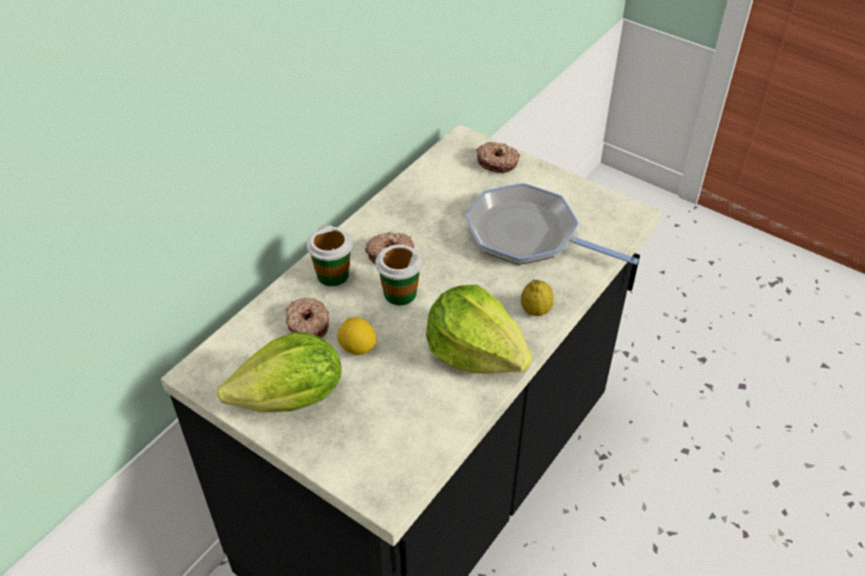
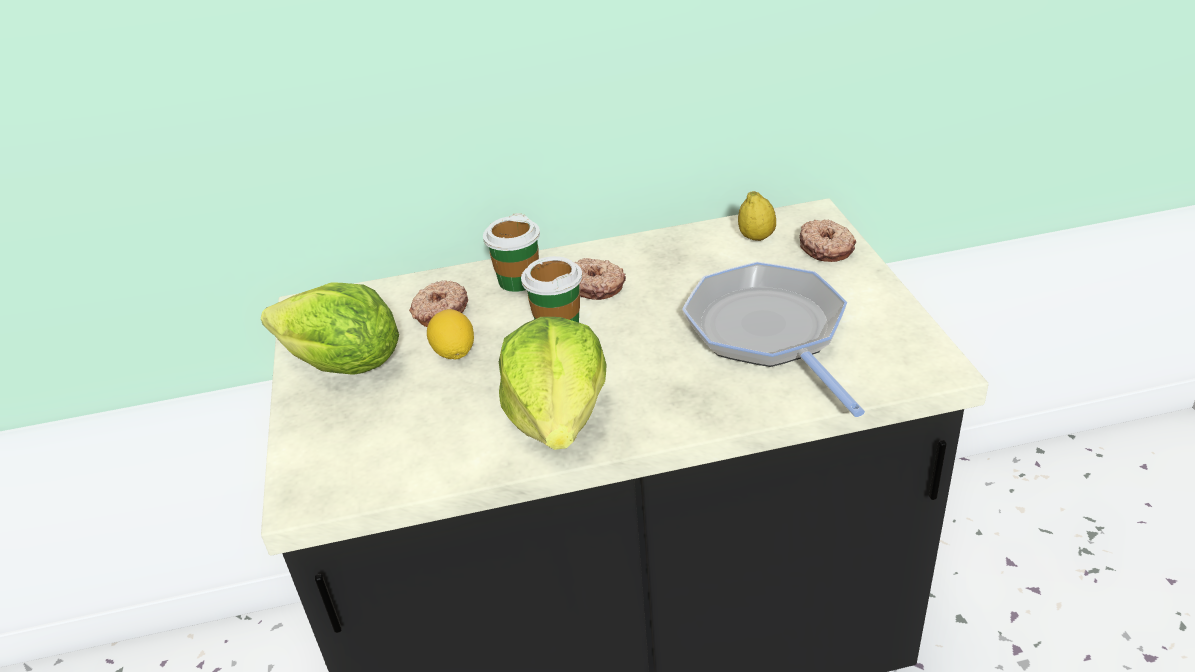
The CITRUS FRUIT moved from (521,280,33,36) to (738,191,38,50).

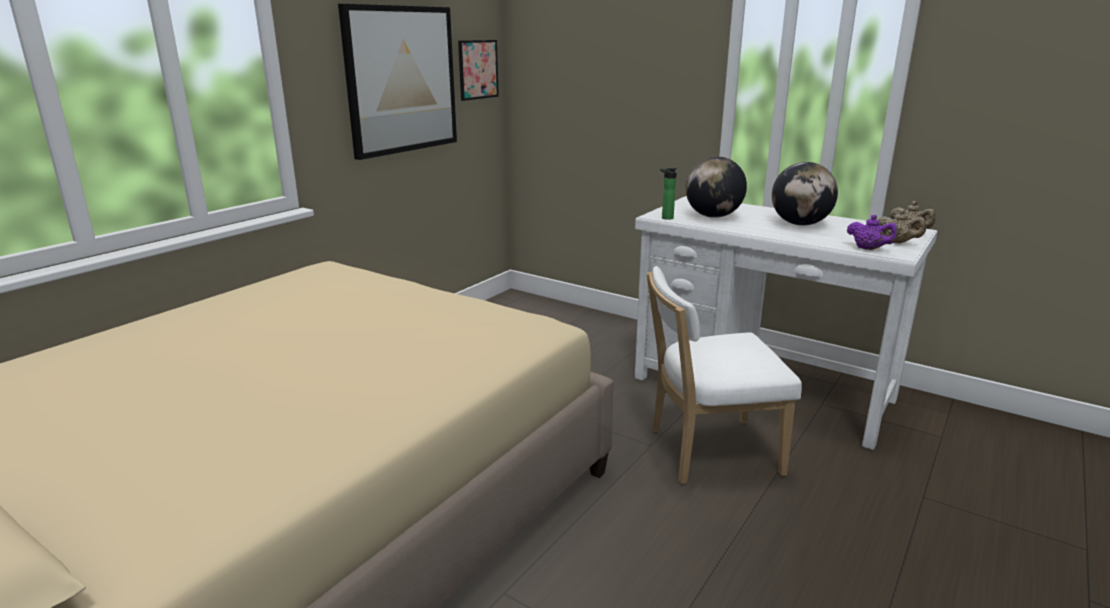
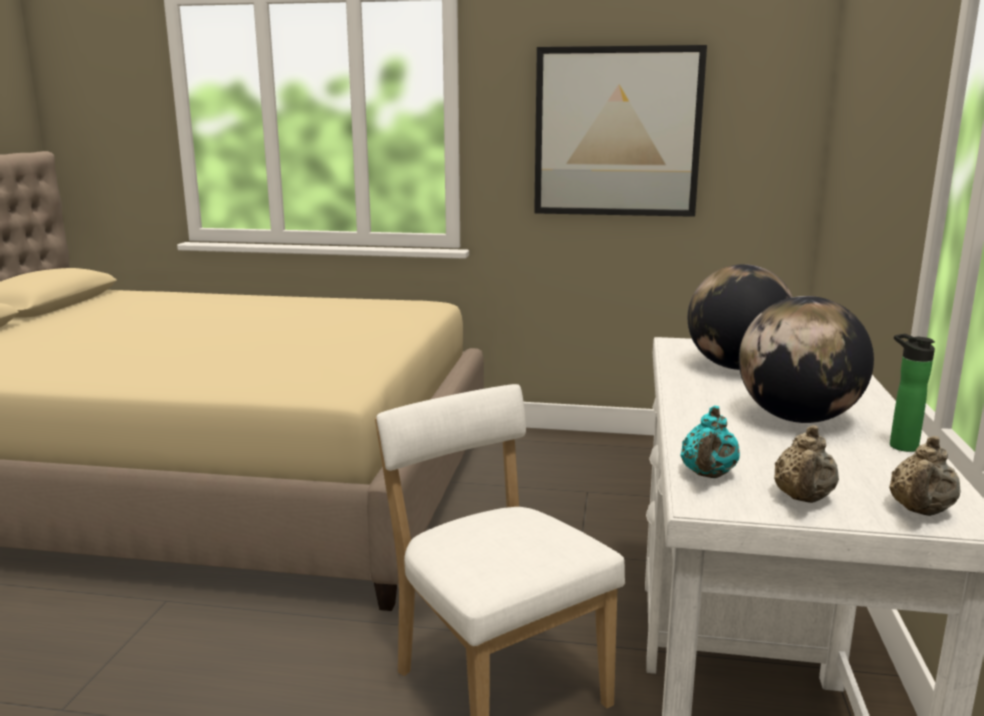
The WALL ART at (458,40,41,61) disappeared.
The BOTTLE moved from (660,168,17,52) to (890,334,45,118).
The PURPLE TEA POT at (847,215,51,35) became the BLUE-GREEN TEA POT at (680,406,60,72).

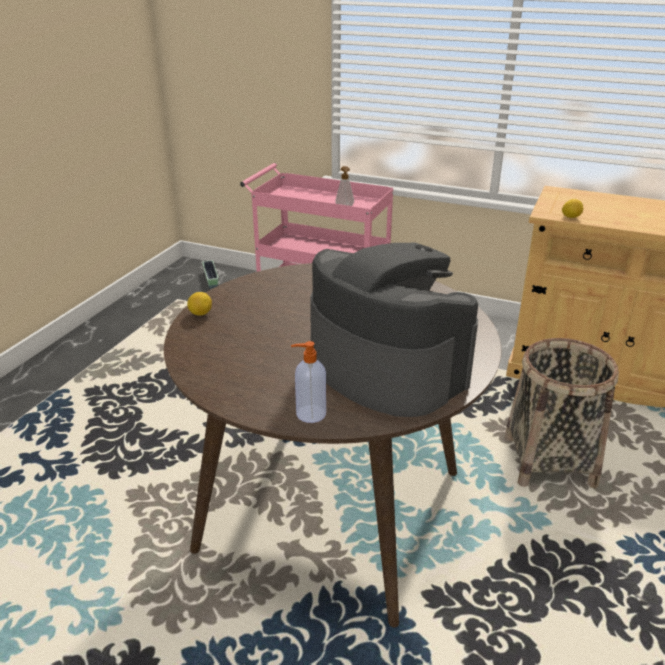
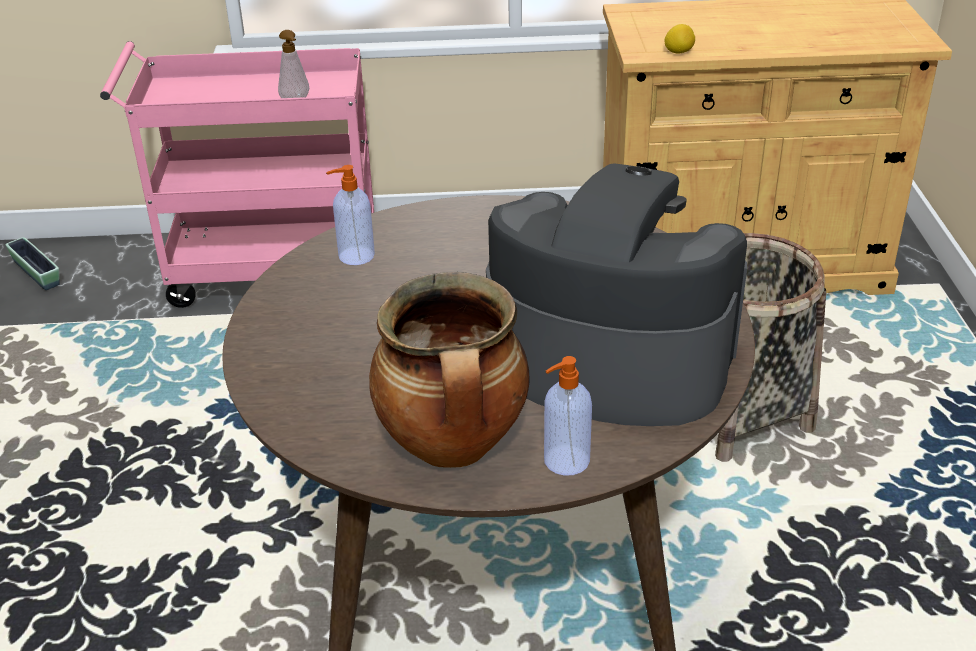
The CITRUS FRUIT at (187,292,25,24) disappeared.
The SOAP DISPENSER at (326,165,49,100) appeared.
The SAUCEPOT at (369,272,161,196) appeared.

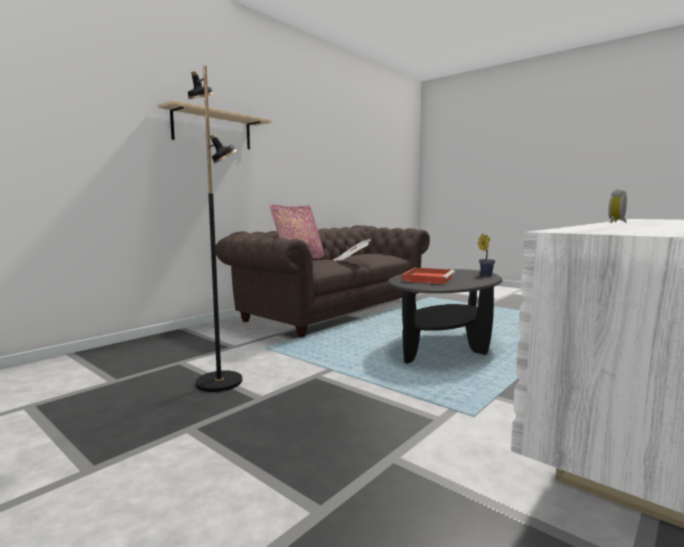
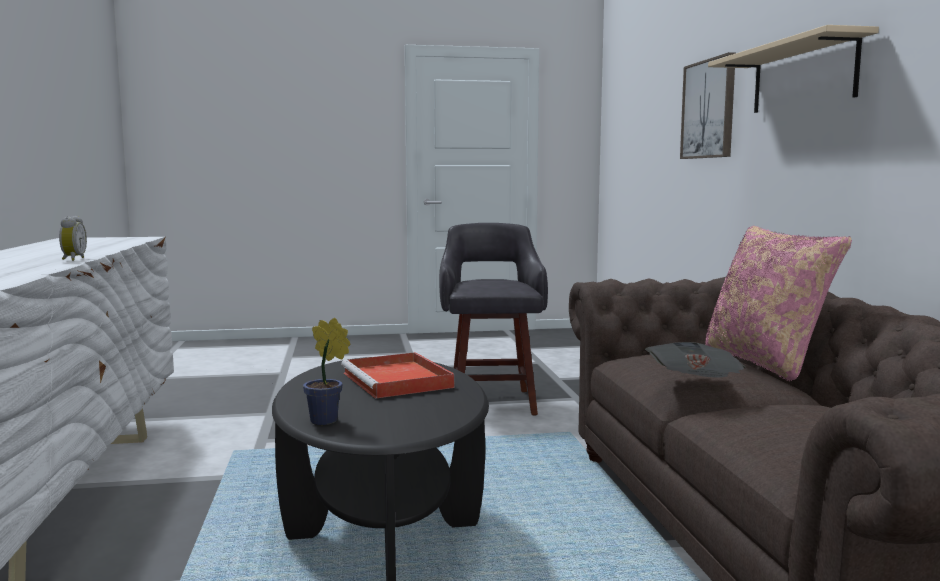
The BLACK-COLOURED STANDARD LAMP at (188,65,54,327) was replaced by the GREYISH STOOL at (439,223,109,193).
The WALL ART at (680,52,56,107) appeared.

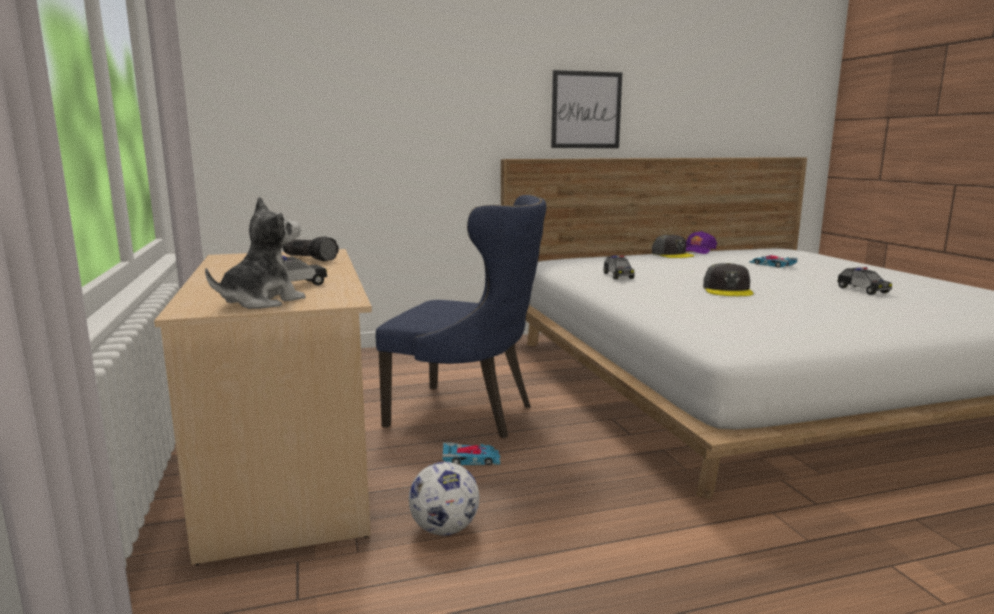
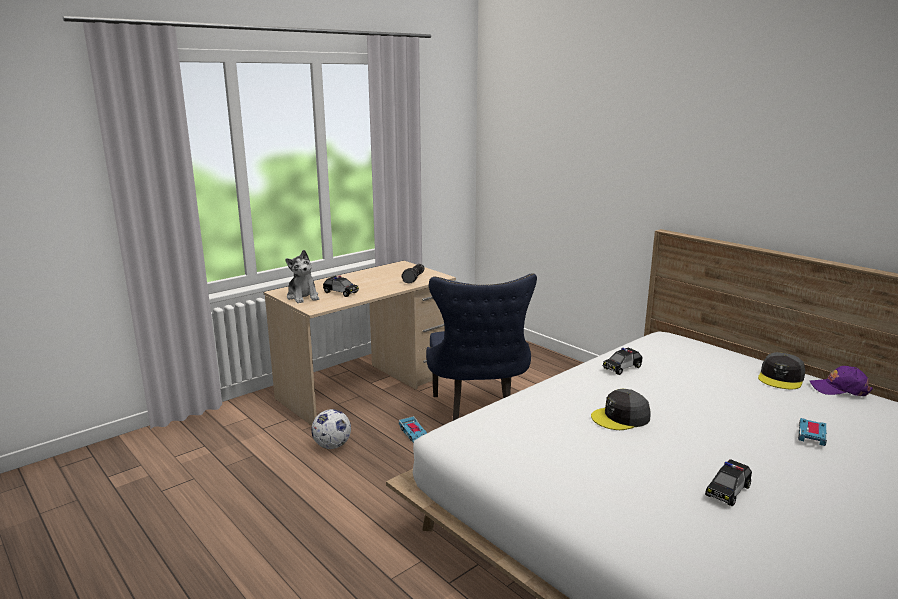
The PLUSH TOY at (205,197,101,112) turned 45 degrees clockwise.
The WALL ART at (551,70,71,78) disappeared.

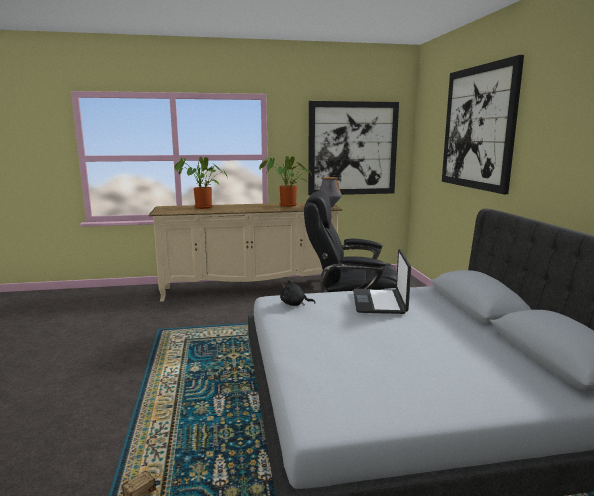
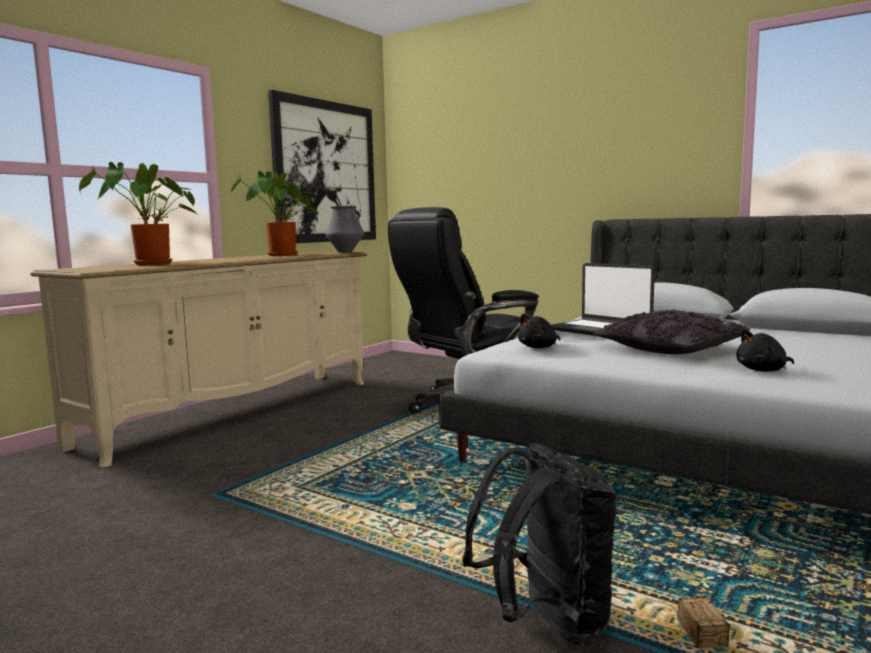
The WALL ART at (442,55,82,139) disappeared.
The BLACK-COLOURED RUCKSACK at (462,443,155,202) appeared.
The BLACK-COLOURED THROW PILLOW at (593,309,157,45) appeared.
The BLACK-COLOURED PLUSH TOY at (736,329,58,43) appeared.

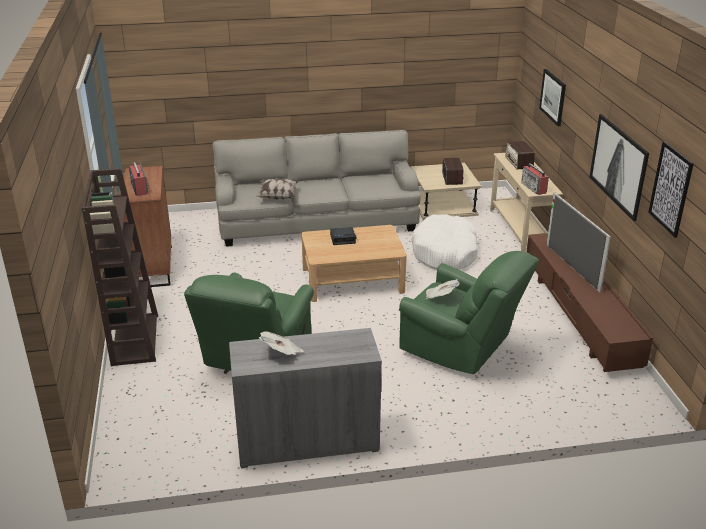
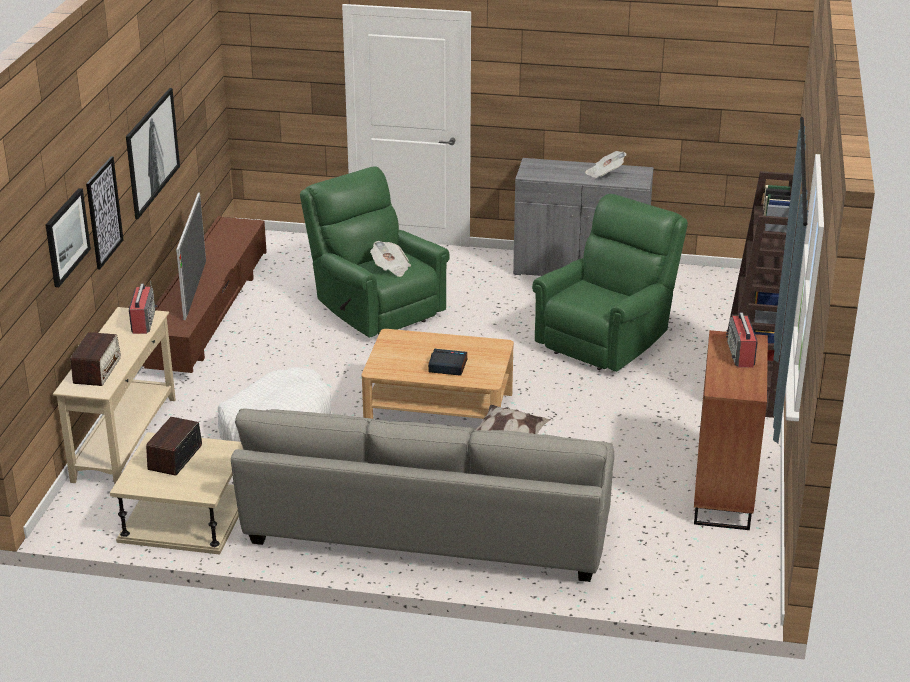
The WALL ART moved from (648,141,46,97) to (86,156,38,114).

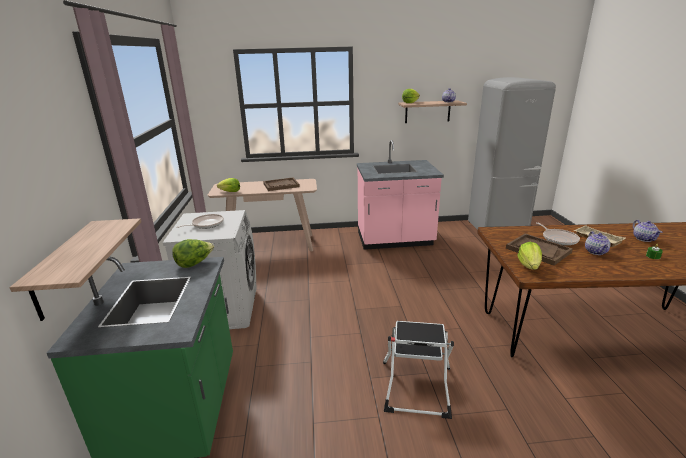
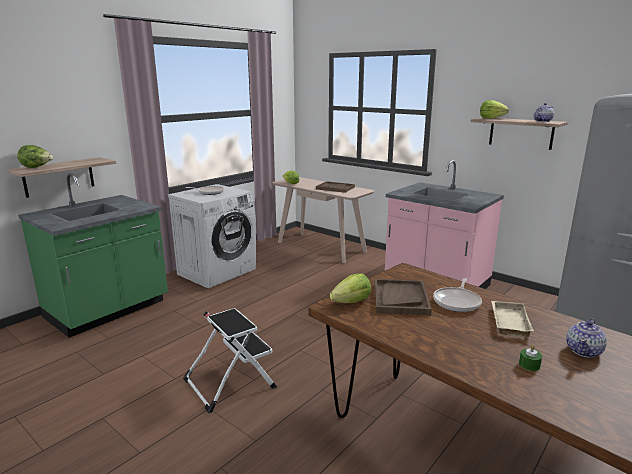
The LETTUCE moved from (172,239,42,29) to (17,145,36,23).
The TEA POT at (585,231,25,24) disappeared.

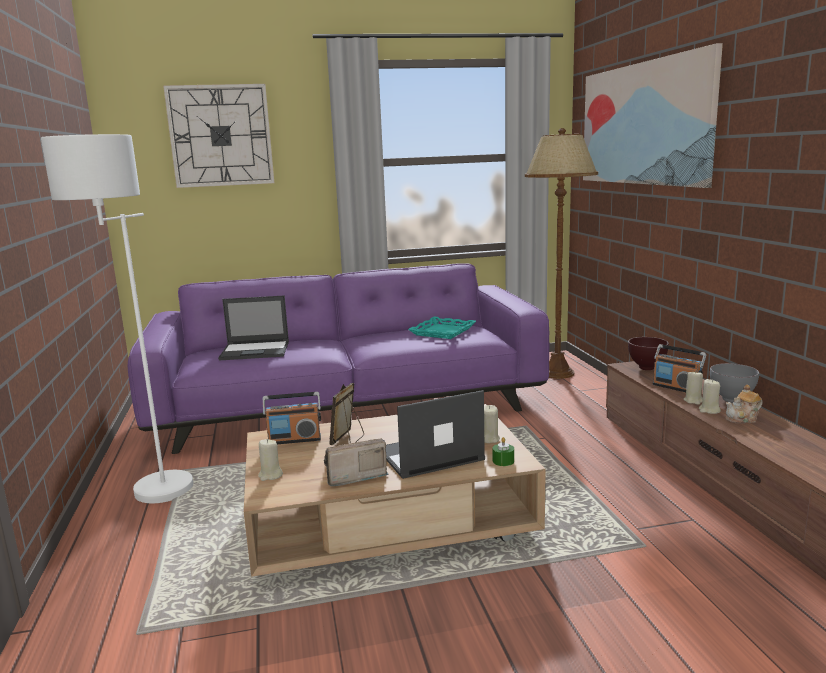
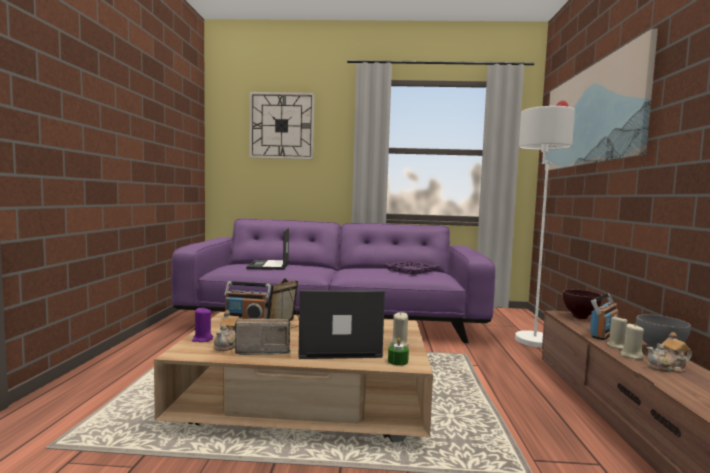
The WHITE-COLOURED STANDARD LAMP moved from (41,134,152,369) to (515,106,60,242).
The LAPTOP at (218,295,71,65) turned 75 degrees clockwise.
The BEIGE CANDLE at (258,439,25,42) became the PURPLE CANDLE at (192,307,21,35).
The BLUE-GREEN CARRYING TRAY at (408,316,68,23) became the PURPLE CARRYING TRAY at (383,260,56,15).
The BROWN STANDARD LAMP at (525,128,73,251) disappeared.
The RADIO at (653,344,53,48) turned 105 degrees counterclockwise.
The TEA POT at (214,310,25,41) appeared.

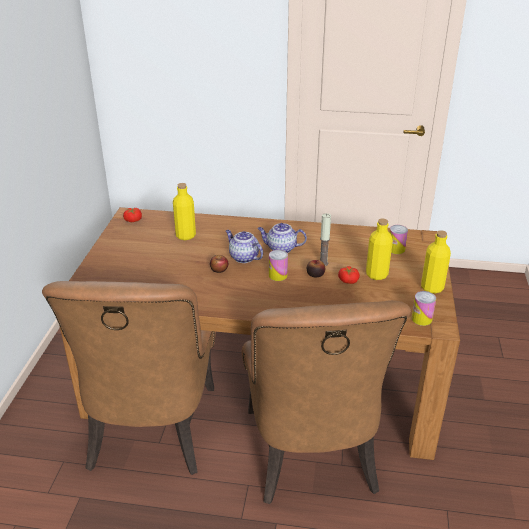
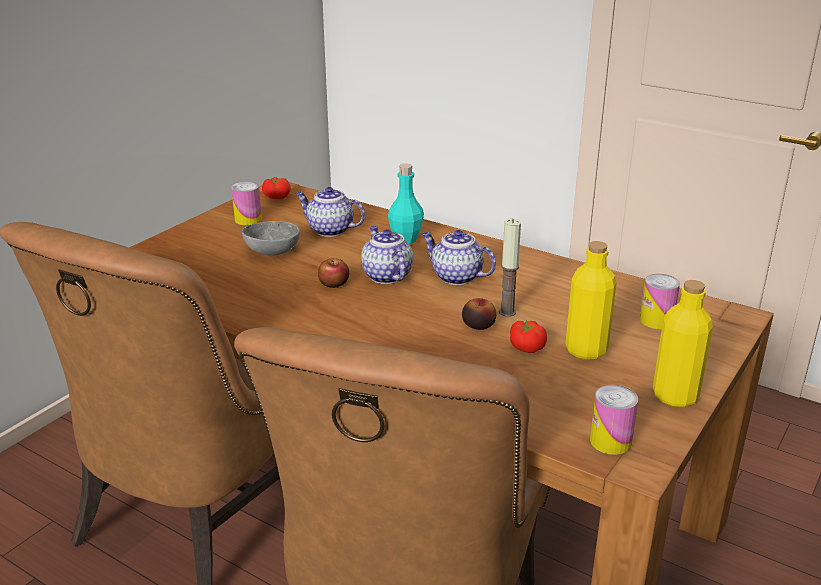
The YELLOW BOTTLE at (173,183,23,57) was replaced by the TEA POT at (295,187,70,50).
The CAN moved from (269,250,19,31) to (231,181,31,44).
The GREYISH SERVING BOWL at (242,221,58,34) appeared.
The BLUE-GREEN BOTTLE at (388,163,36,81) appeared.

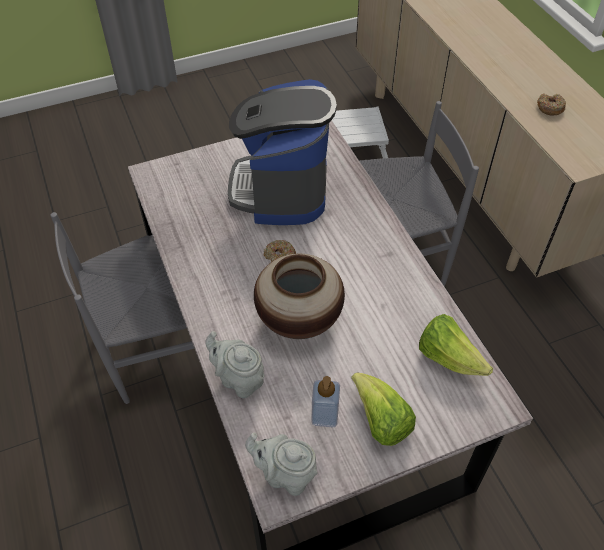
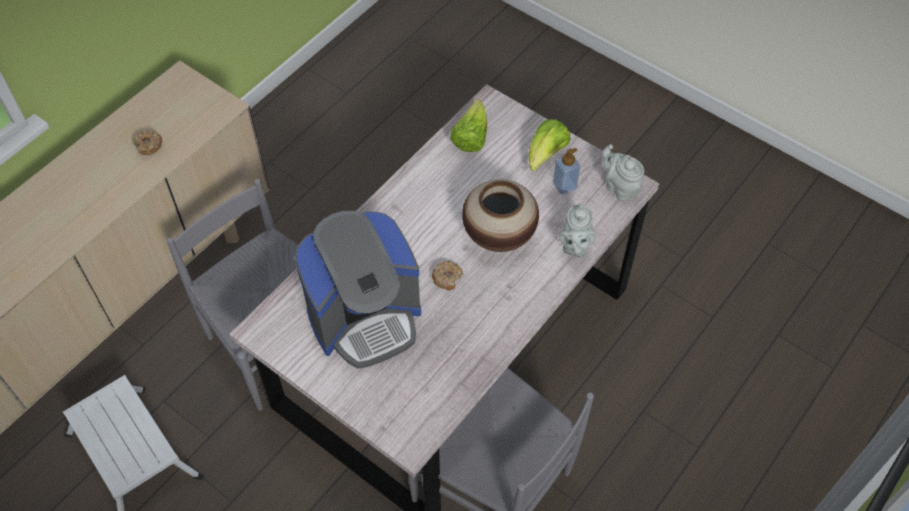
The GREYISH TEA POT at (245,433,73,63) turned 150 degrees clockwise.

